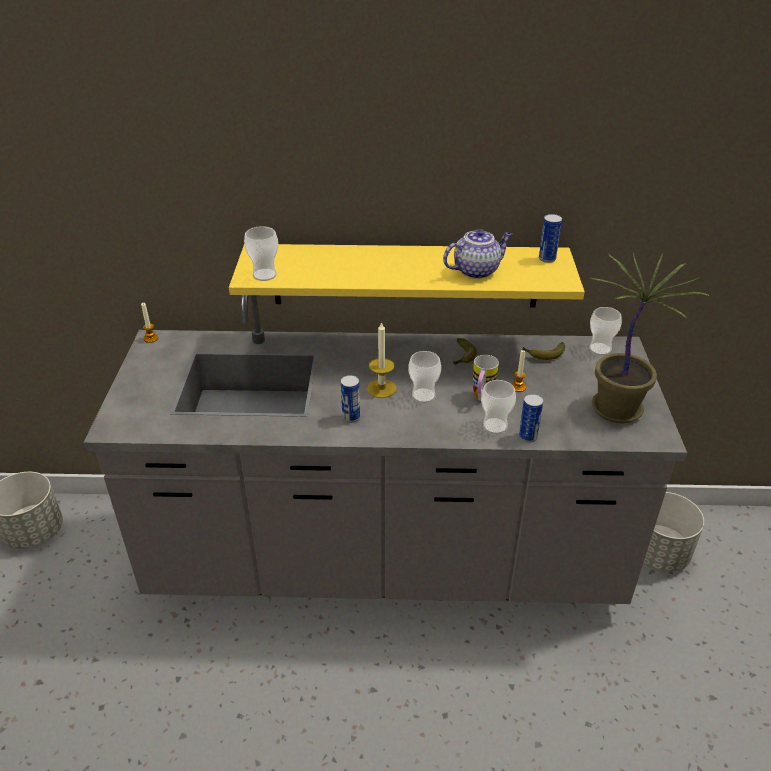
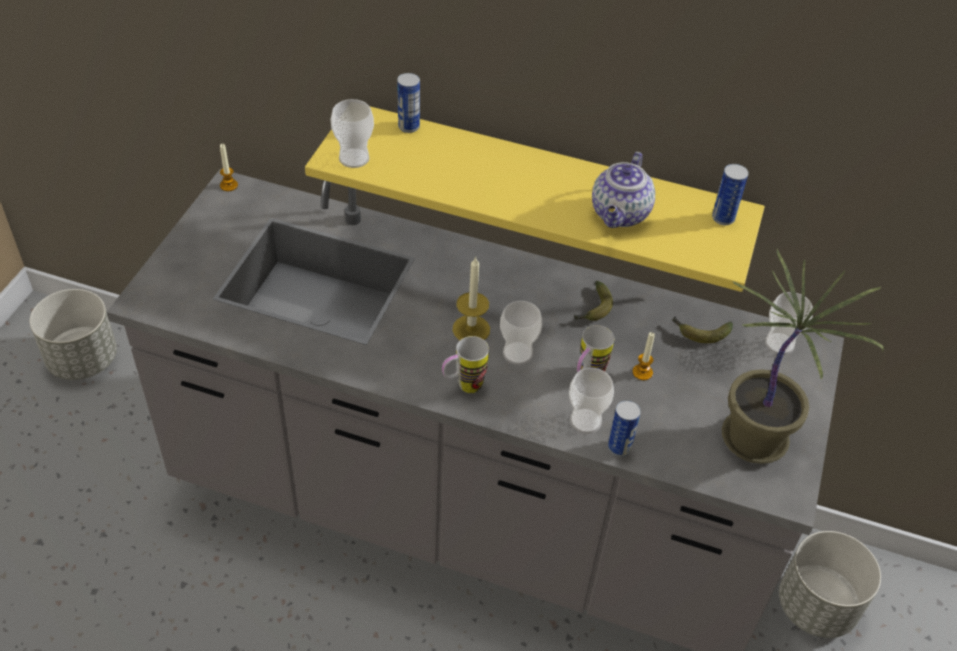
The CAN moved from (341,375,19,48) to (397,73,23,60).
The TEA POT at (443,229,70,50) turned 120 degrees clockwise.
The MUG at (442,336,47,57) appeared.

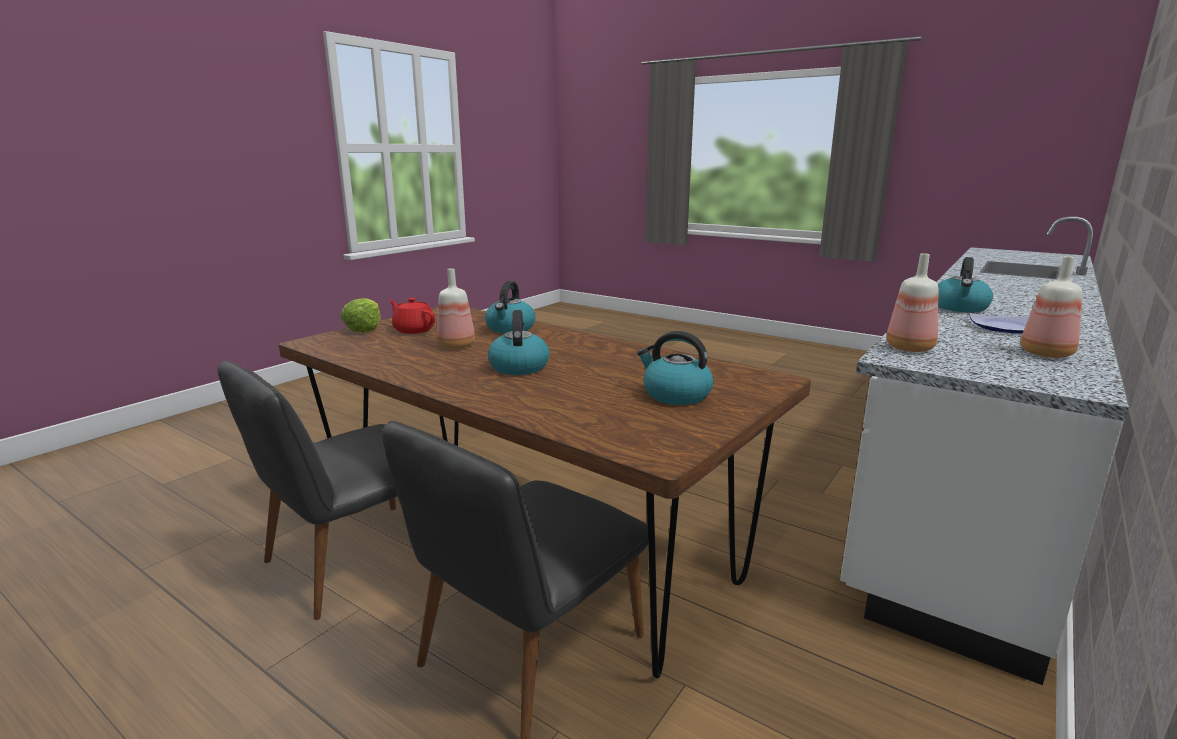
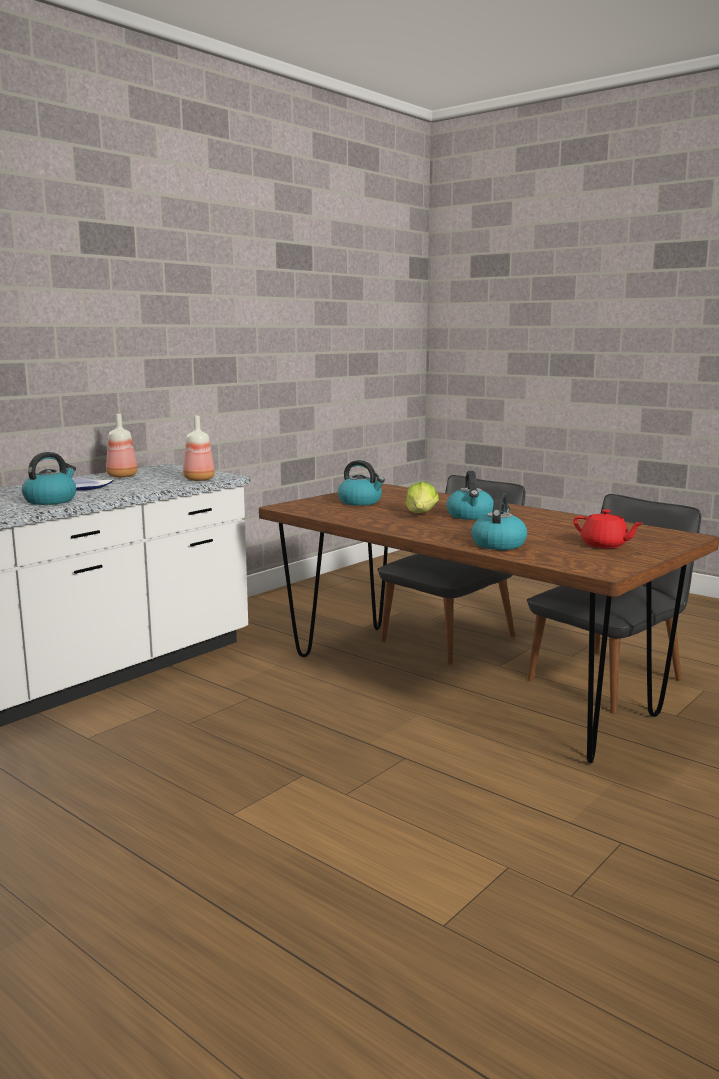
The LETTUCE moved from (340,298,41,35) to (406,482,33,31).
The BOTTLE at (436,268,39,81) disappeared.

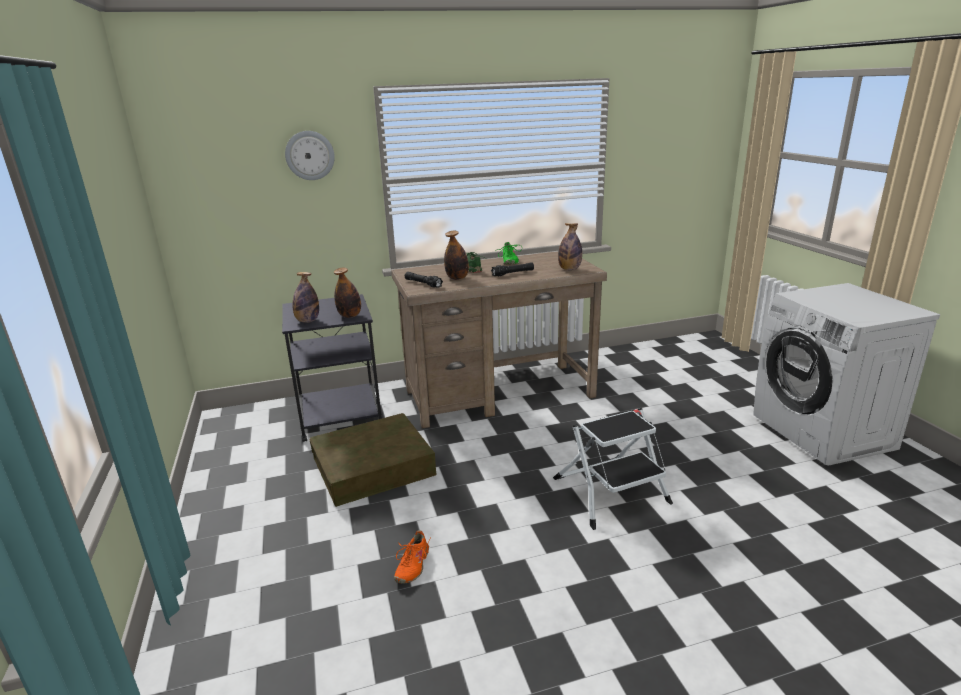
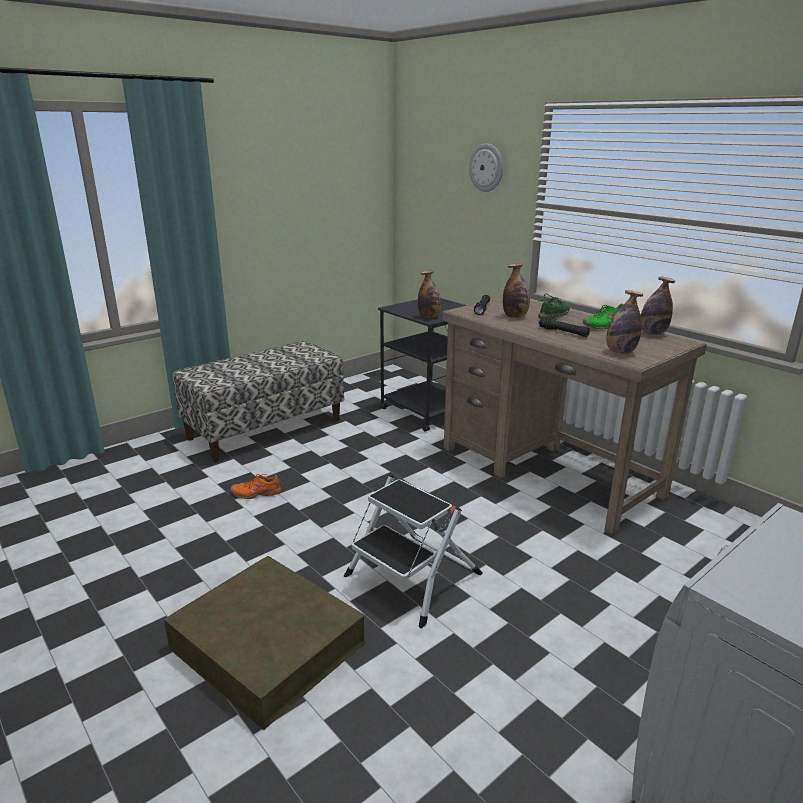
The BOTTLE moved from (293,272,26,51) to (641,277,34,58).
The BROWN STORAGE CONTAINER moved from (310,413,127,94) to (164,556,201,174).
The LONG SEAT at (173,341,171,121) appeared.

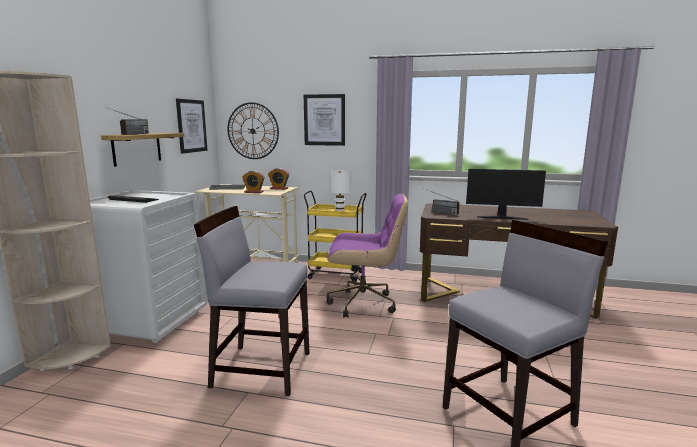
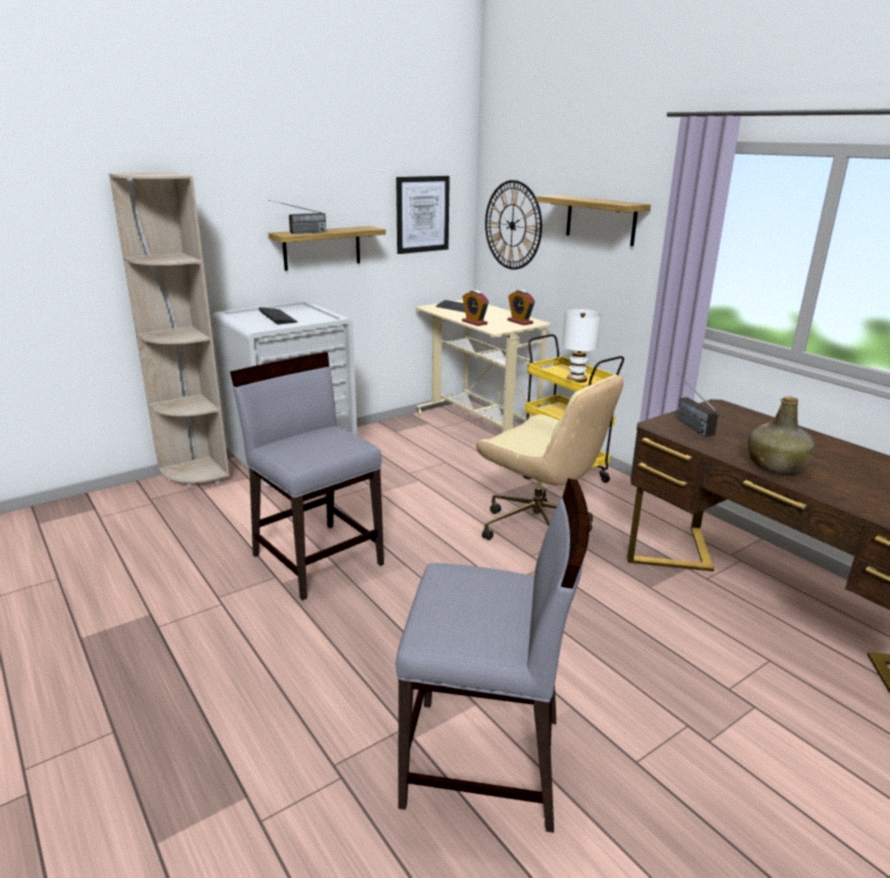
The WALL ART at (304,94,41,52) was replaced by the WALL SHELF at (536,195,115,51).
The PURPLE COMPUTER CHAIR at (327,194,81,124) became the BEIGE COMPUTER CHAIR at (476,375,148,165).
The COMPUTER SCREEN at (466,169,80,51) was replaced by the GREEN BOTTLE at (748,396,68,78).

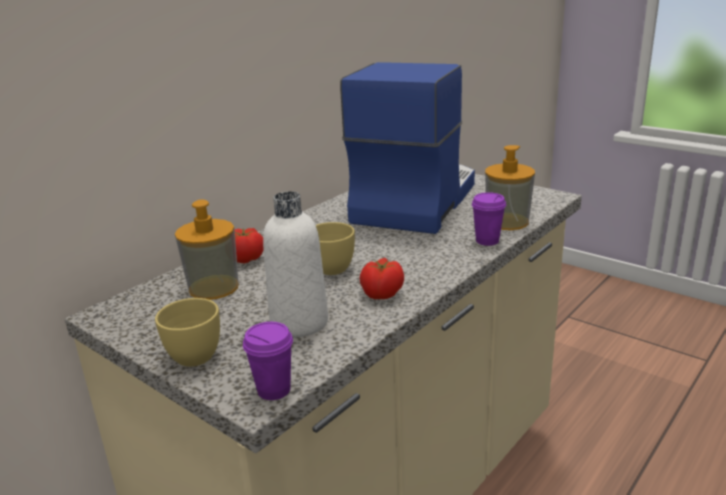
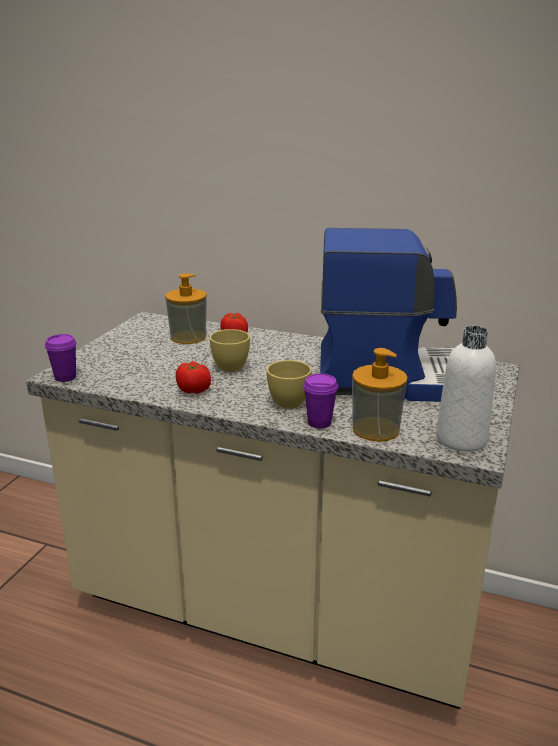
The YELLOW SMALL CUP moved from (155,298,65,69) to (267,360,45,49).
The WHITE-COLOURED BOTTLE moved from (263,191,65,146) to (436,326,60,126).

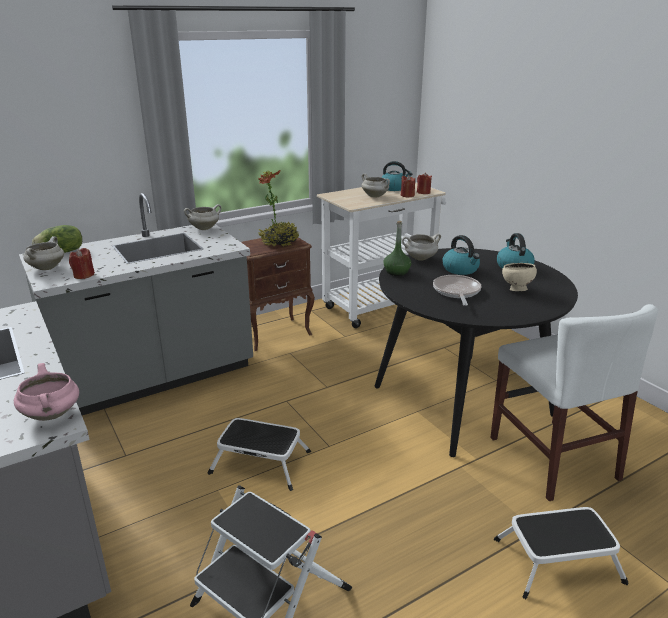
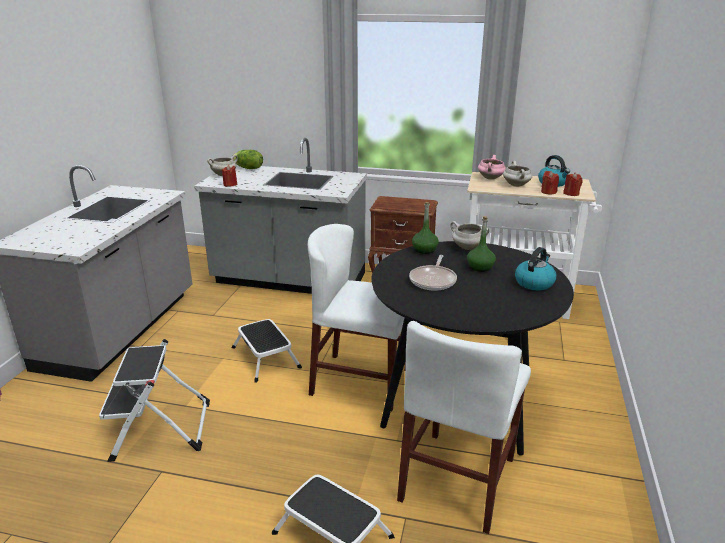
The PINKISH SAUCEPOT moved from (14,363,65,58) to (478,155,28,25).
The WHITE-COLOURED SAUCEPOT at (184,204,37,26) disappeared.
The HOUSEPLANT at (258,170,41,77) disappeared.
The PAN at (433,275,49,31) turned 150 degrees clockwise.
The TEA KETTLE at (443,235,37,40) was replaced by the GREEN BOTTLE at (467,216,29,56).
The BEIGE SERVING BOWL at (502,263,35,28) disappeared.
The WHITE-COLOURED UPRIGHT CHAIR at (308,224,98,187) appeared.

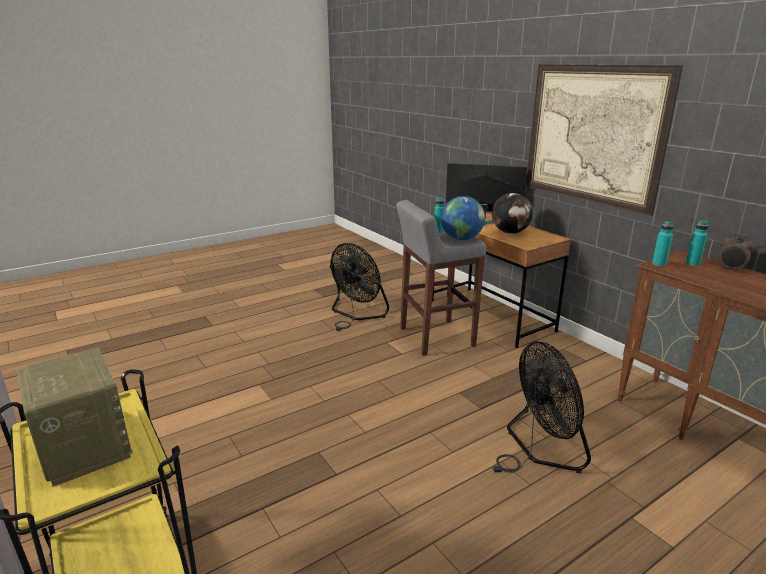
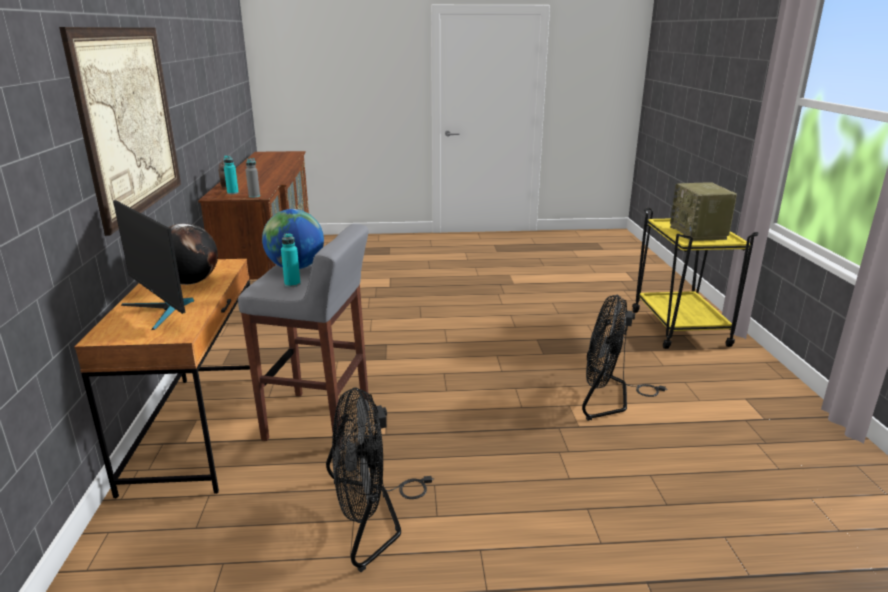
The BLACK-COLOURED COOLING FAN moved from (492,341,99,133) to (582,295,85,126).
The BLUE-GREEN BOTTLE at (652,221,21,46) became the GREYISH BOTTLE at (246,158,14,40).

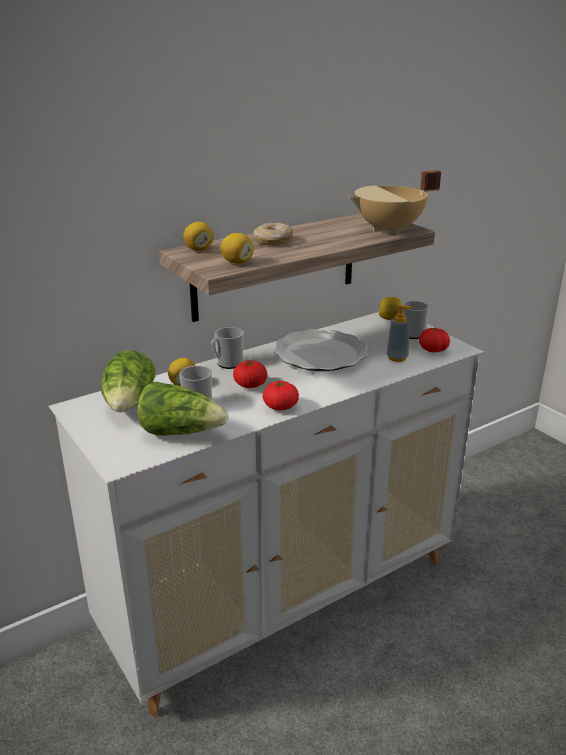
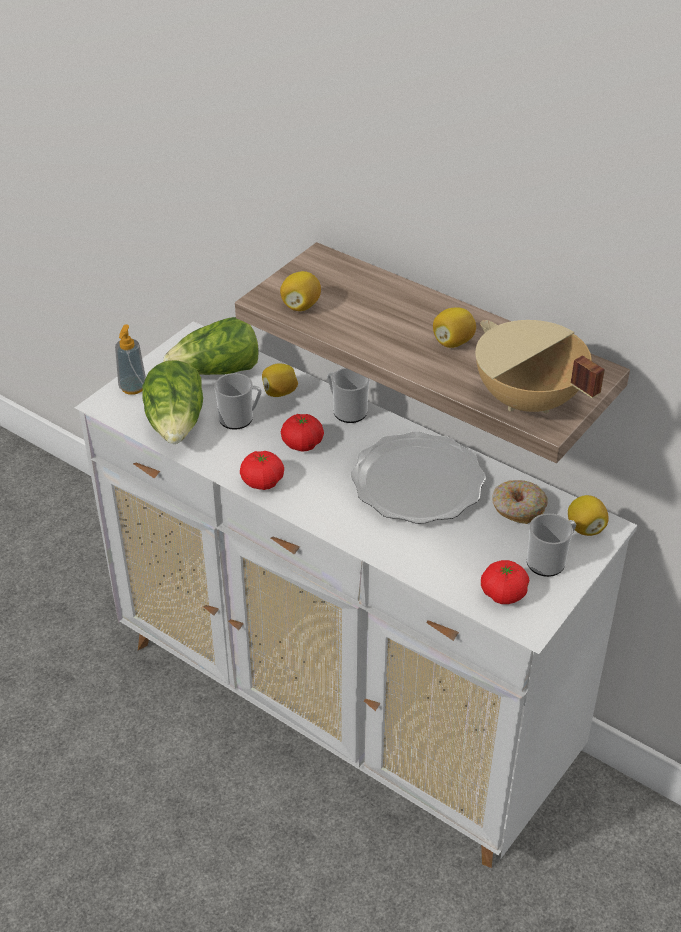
The CITRUS FRUIT moved from (183,222,31,29) to (433,308,43,40).
The DOUGHNUT moved from (253,222,40,23) to (492,480,56,44).
The SOAP DISPENSER moved from (387,304,26,58) to (115,324,31,71).

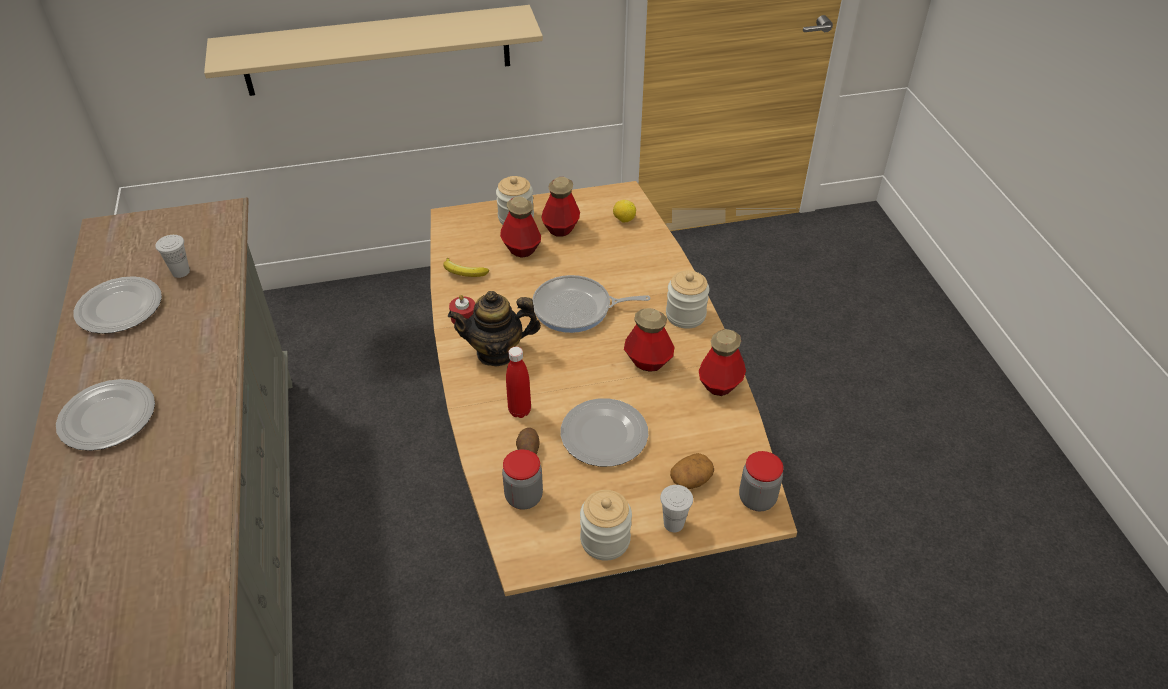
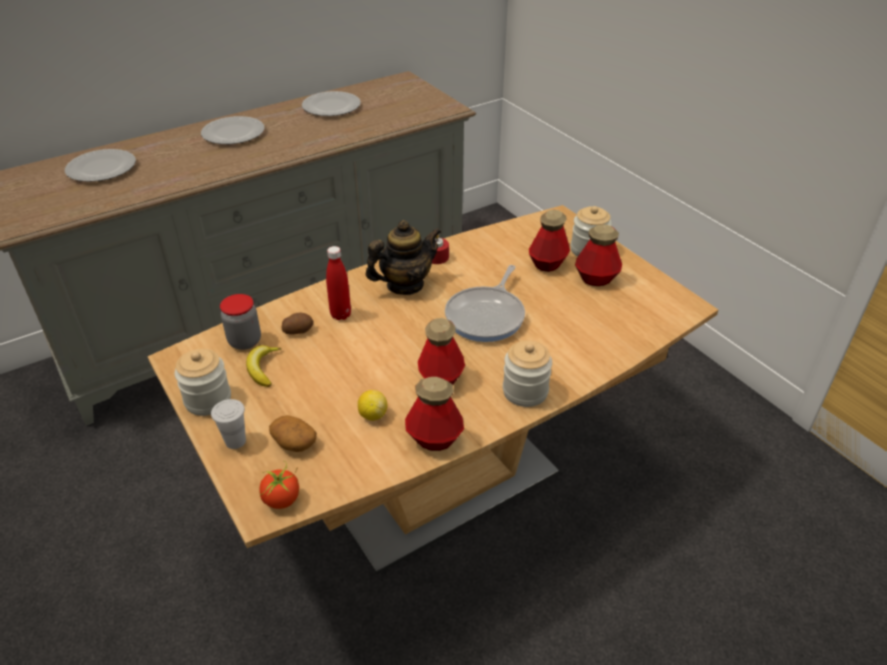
The WHITE-COLOURED SMALL CUP at (155,235,35,43) disappeared.
The BEIGE WALL SHELF at (204,5,339,91) disappeared.
The BANANA moved from (443,258,46,19) to (246,345,35,42).
The TEA POT at (448,291,93,75) turned 90 degrees clockwise.
The PAN at (532,275,118,58) turned 135 degrees counterclockwise.
The PLATE moved from (561,398,87,69) to (65,149,71,33).
The CITRUS FRUIT moved from (613,200,23,23) to (358,390,29,31).
The JAR at (739,451,44,60) was replaced by the WHOLE TOMATO at (259,461,40,48).

